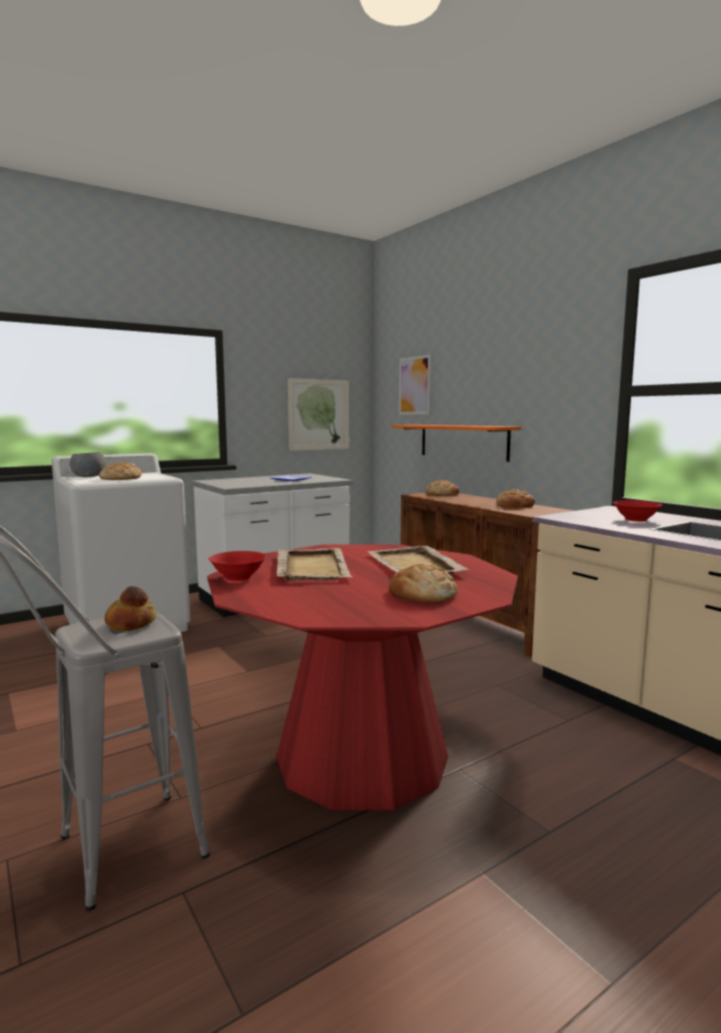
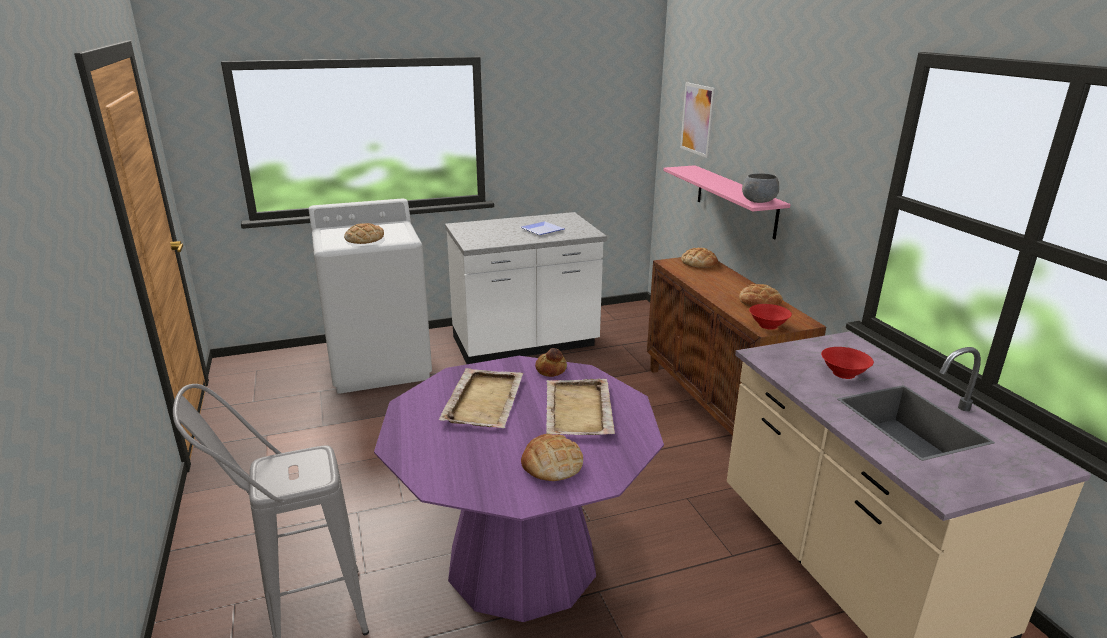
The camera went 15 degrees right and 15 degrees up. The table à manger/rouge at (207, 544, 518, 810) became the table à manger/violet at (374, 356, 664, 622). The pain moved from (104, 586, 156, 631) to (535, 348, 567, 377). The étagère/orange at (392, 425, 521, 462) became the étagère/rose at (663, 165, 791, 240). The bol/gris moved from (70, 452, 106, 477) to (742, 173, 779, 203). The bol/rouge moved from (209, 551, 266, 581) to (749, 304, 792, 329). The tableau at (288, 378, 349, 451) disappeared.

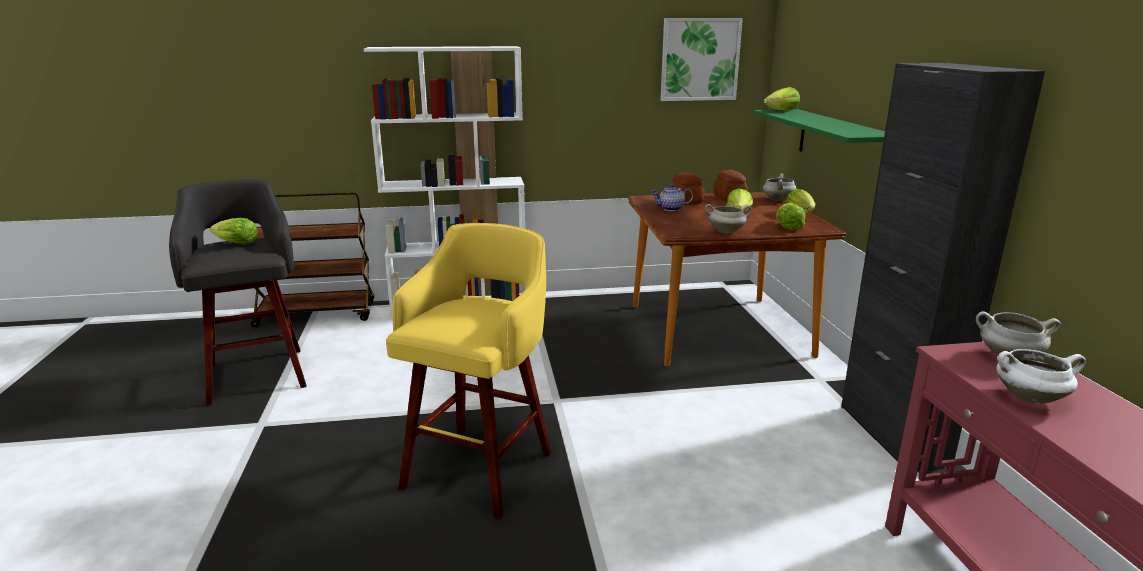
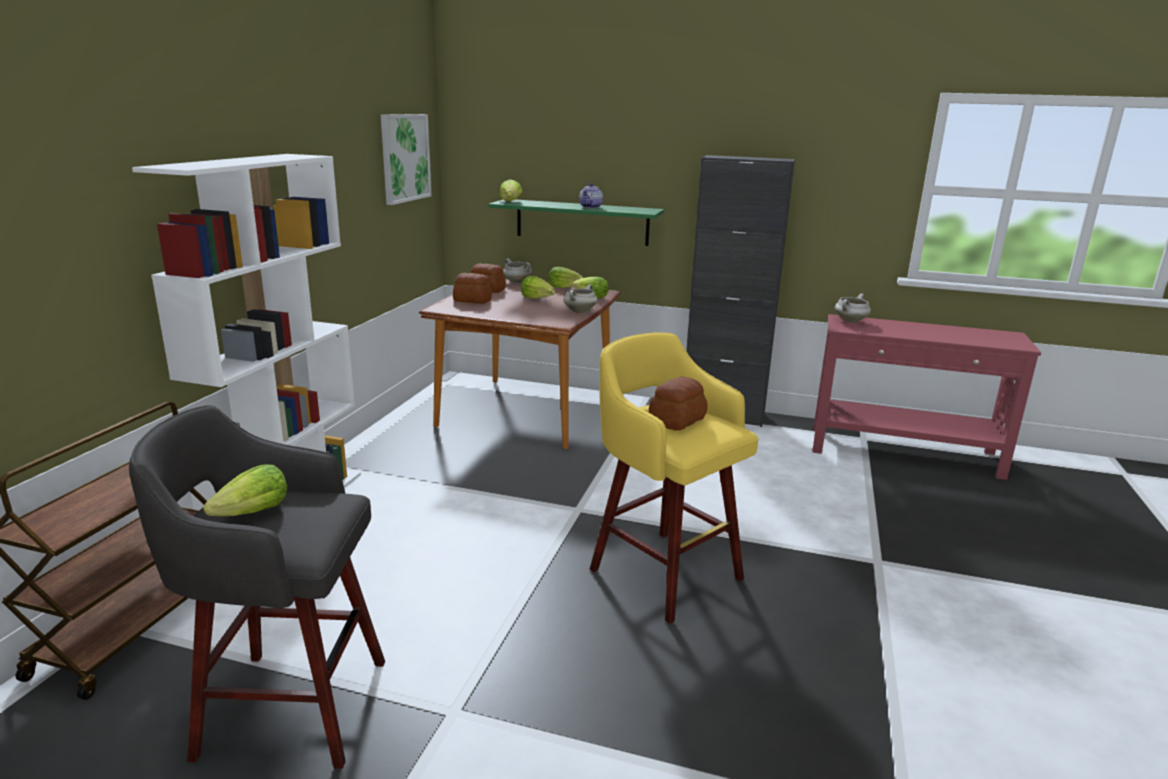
The camera went 65 degrees left and 0 degrees up. The théière moved from (651, 184, 693, 211) to (579, 183, 603, 209). The pain at (649, 377, 708, 431) appeared. The marmite/blanc at (997, 349, 1086, 404) disappeared.

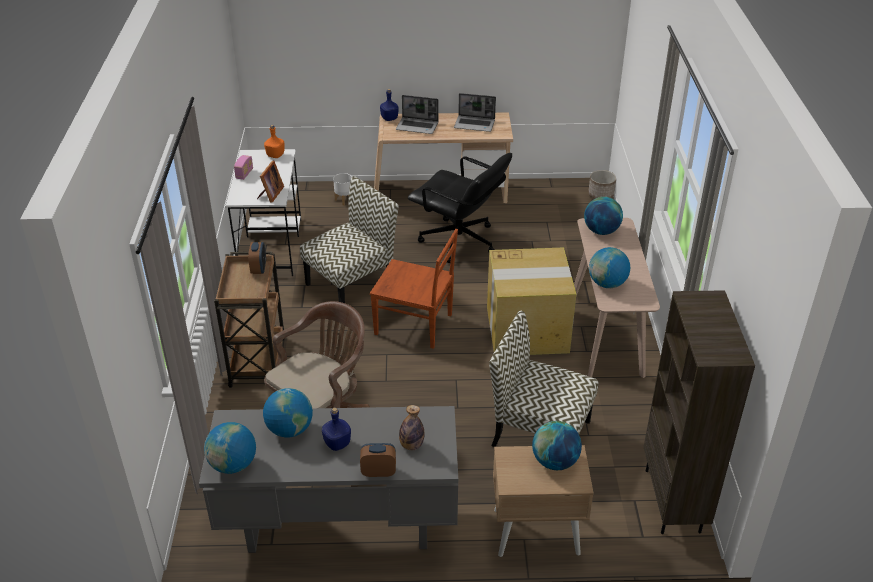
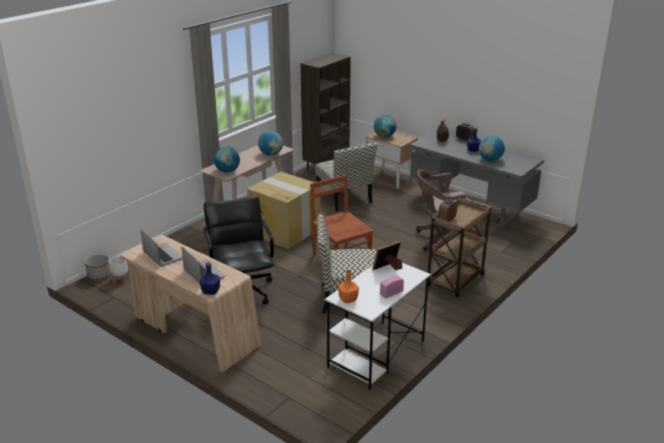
The camera went 140 degrees left and 10 degrees down. The cache-pot/blanc moved from (333, 173, 352, 205) to (109, 256, 129, 284). The globe at (204, 422, 256, 474) disappeared.

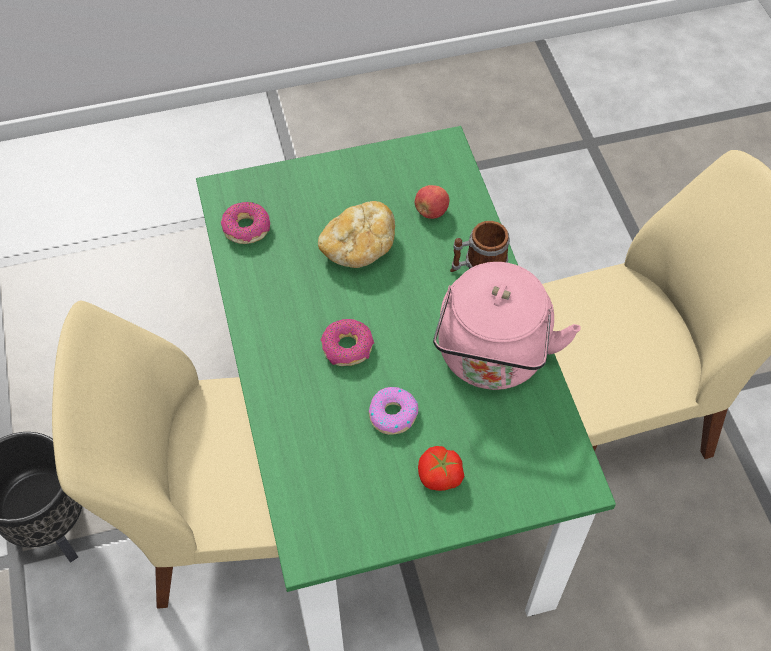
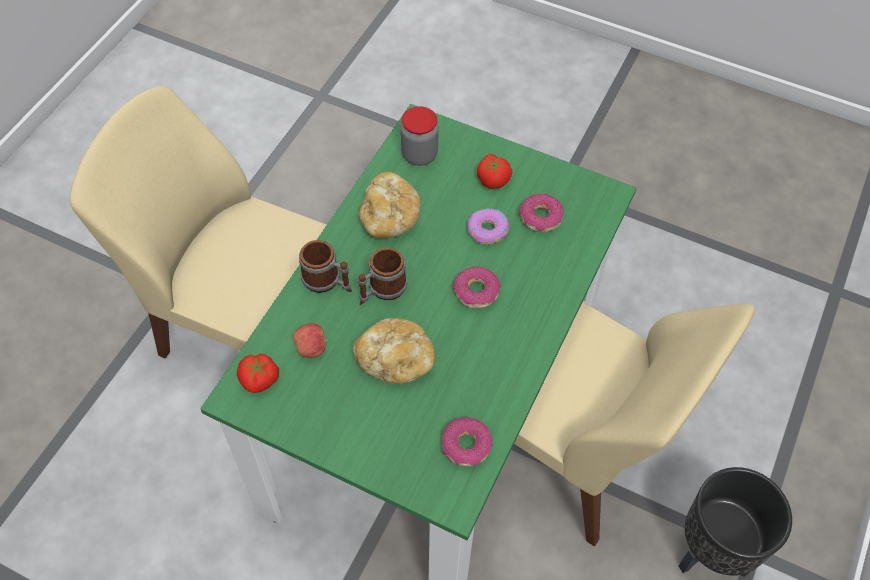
The camera went 140 degrees left and 0 degrees up. The tomate at (237, 354, 279, 393) appeared. The mug at (358, 247, 408, 305) appeared. The bouilloire/rose at (433, 262, 581, 390) was replaced by the pain at (359, 172, 421, 238). The bocal at (401, 106, 439, 166) appeared. The beignet at (519, 194, 564, 232) appeared.

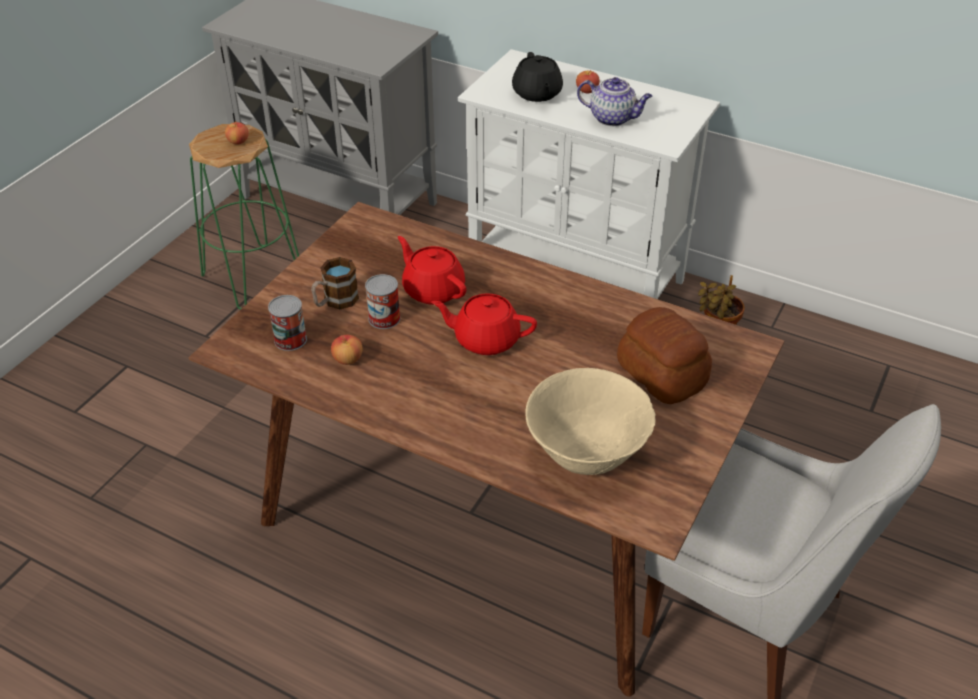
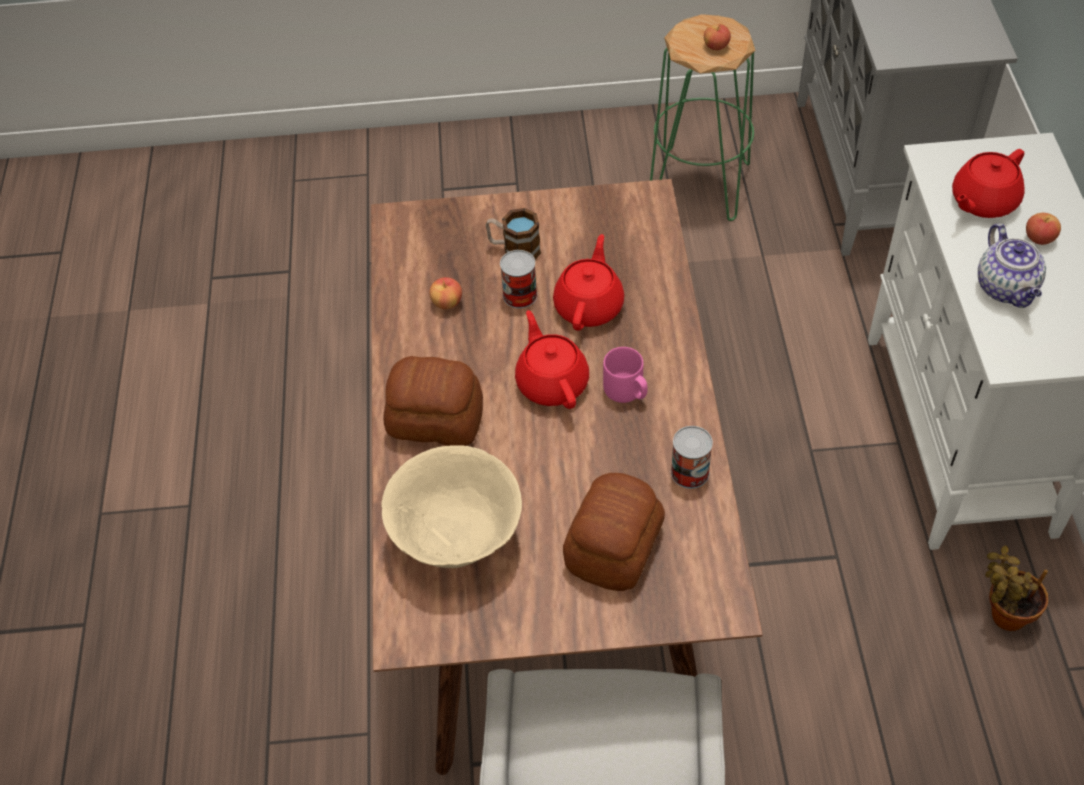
The camera went 60 degrees right and 10 degrees up. The pain at (384, 356, 483, 446) appeared. The mug/rose at (603, 347, 648, 403) appeared. The boîte métallique moved from (268, 295, 307, 351) to (671, 426, 713, 489). The théière/noir at (512, 52, 563, 102) became the théière/rouge at (952, 149, 1025, 218).

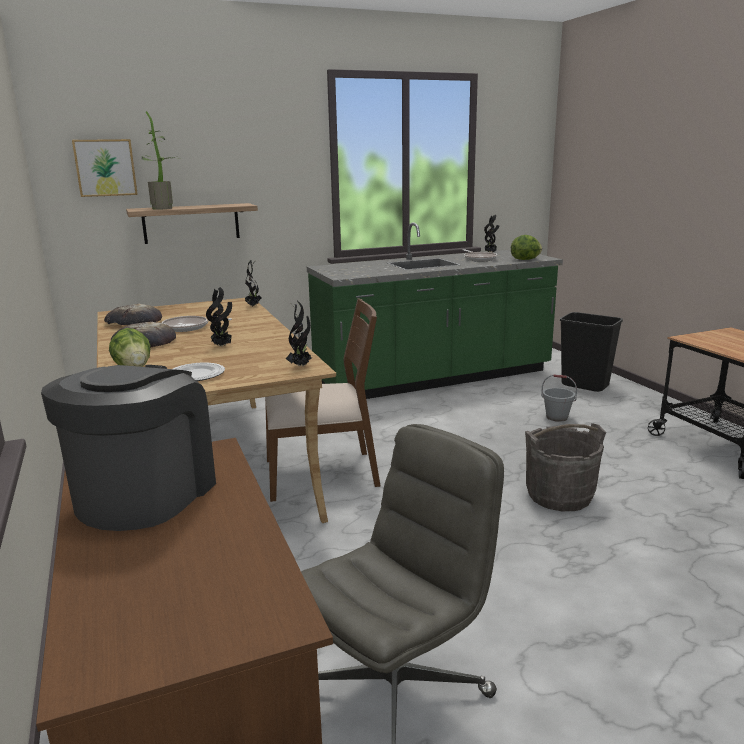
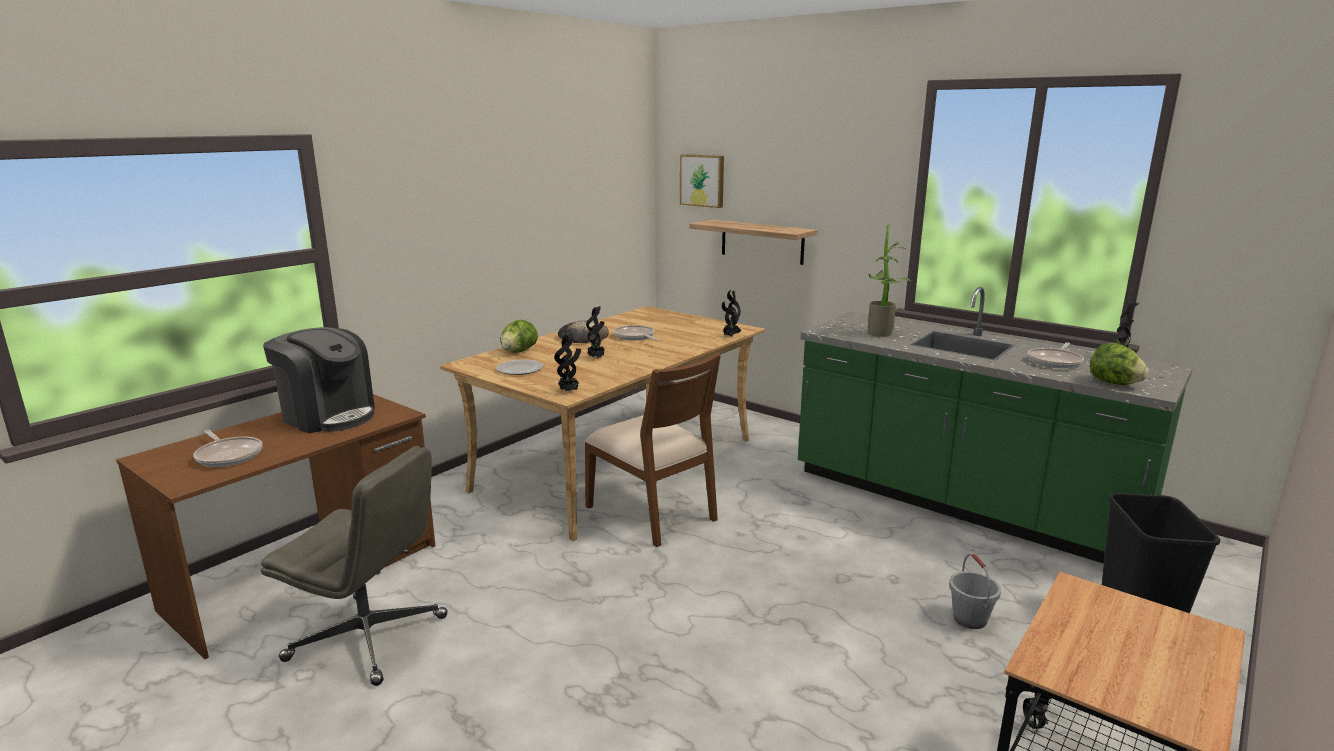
The camera went 60 degrees right and 0 degrees up. The poêle at (193, 430, 263, 467) appeared. The machine à café at (41, 365, 216, 531) turned 45 degrees clockwise. The plante en pot moved from (142, 111, 181, 210) to (868, 225, 914, 337). The pain at (104, 303, 162, 325) disappeared. The seau/gris at (525, 423, 606, 511) disappeared.

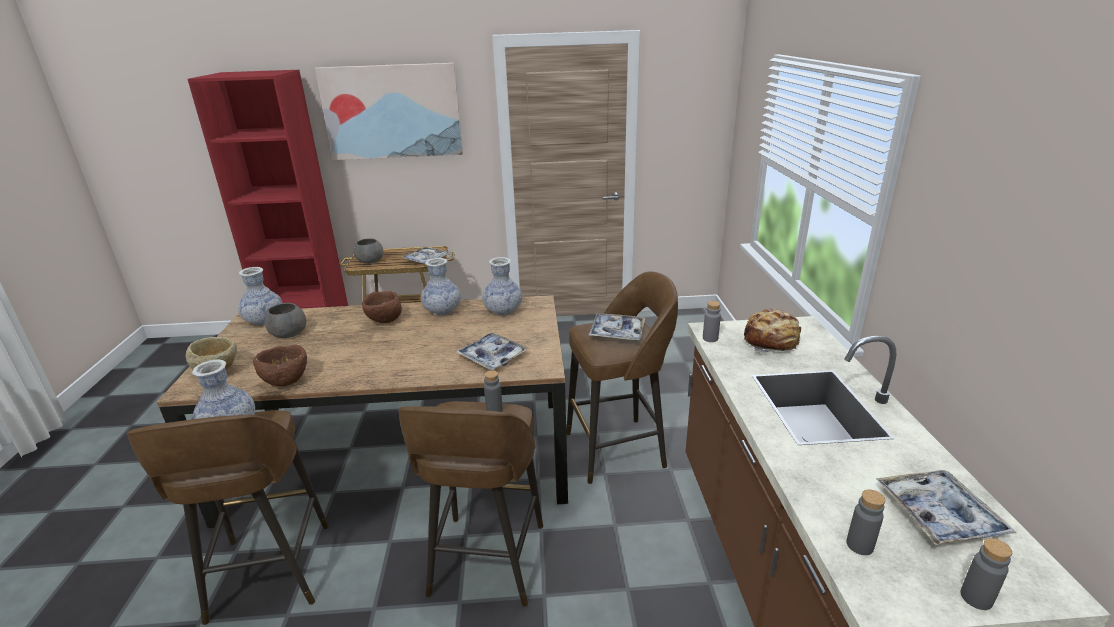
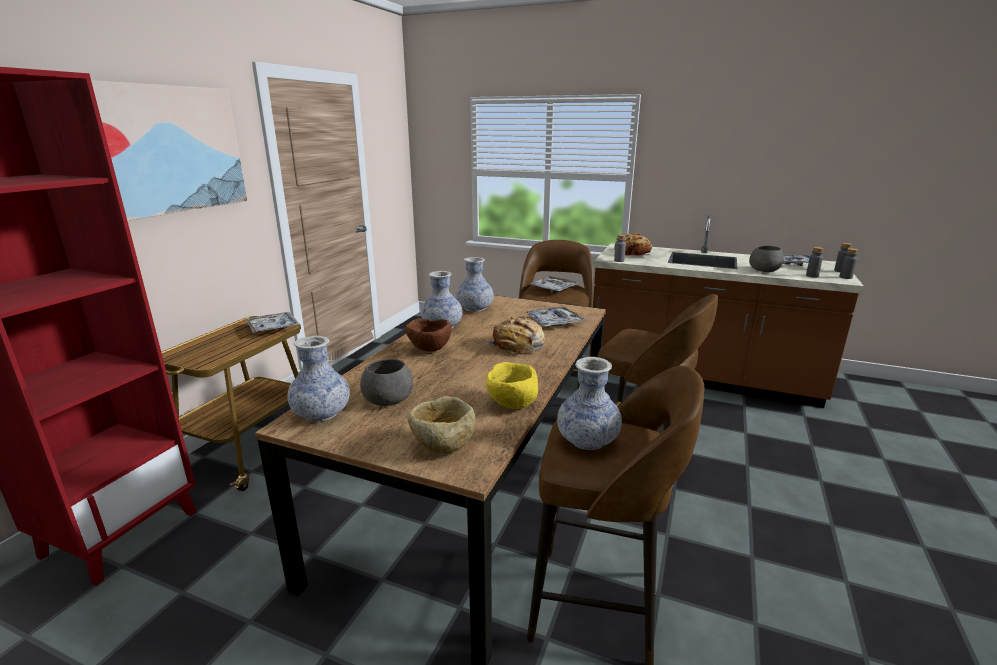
The camera went 65 degrees left and 5 degrees down. The pain at (485, 316, 545, 354) appeared. The bol/marron at (253, 344, 307, 386) became the bol/jaune at (486, 362, 538, 409). The bol/gris moved from (354, 238, 383, 264) to (749, 246, 784, 272). The bouteille/gris moved from (484, 370, 503, 412) to (839, 248, 858, 279).

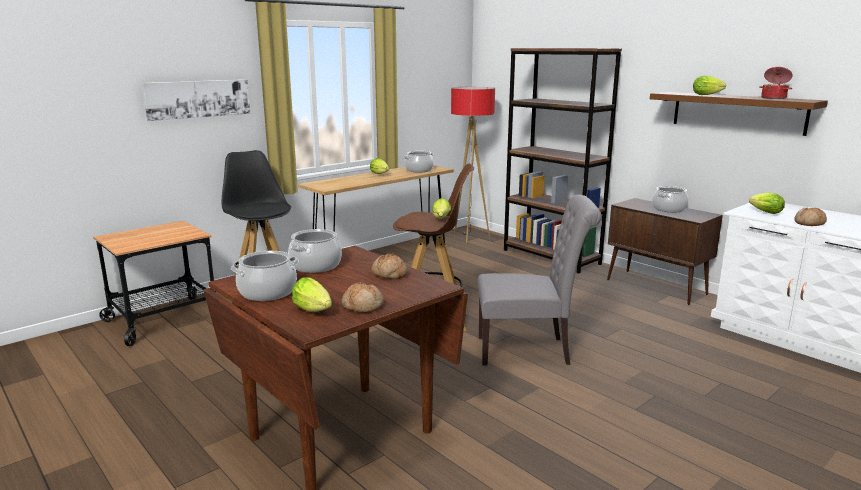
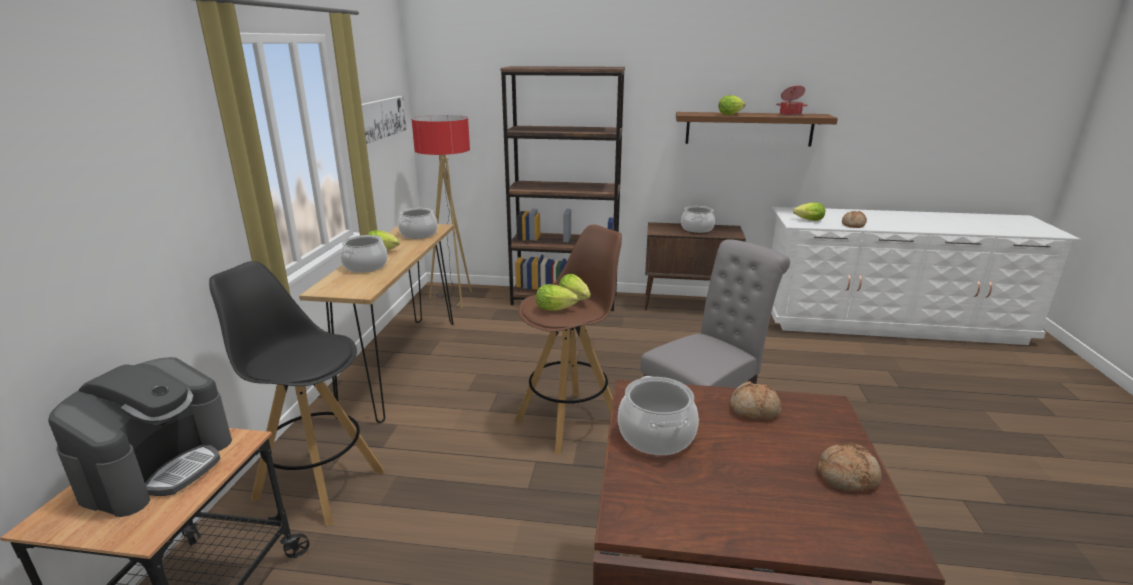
The camera went 40 degrees left and 5 degrees up. The machine à café at (48, 357, 232, 517) appeared. The marmite moved from (231, 251, 299, 301) to (340, 235, 388, 273). The tableau moved from (142, 79, 250, 121) to (361, 96, 407, 144). The laitue moved from (292, 277, 332, 312) to (536, 284, 578, 311).

